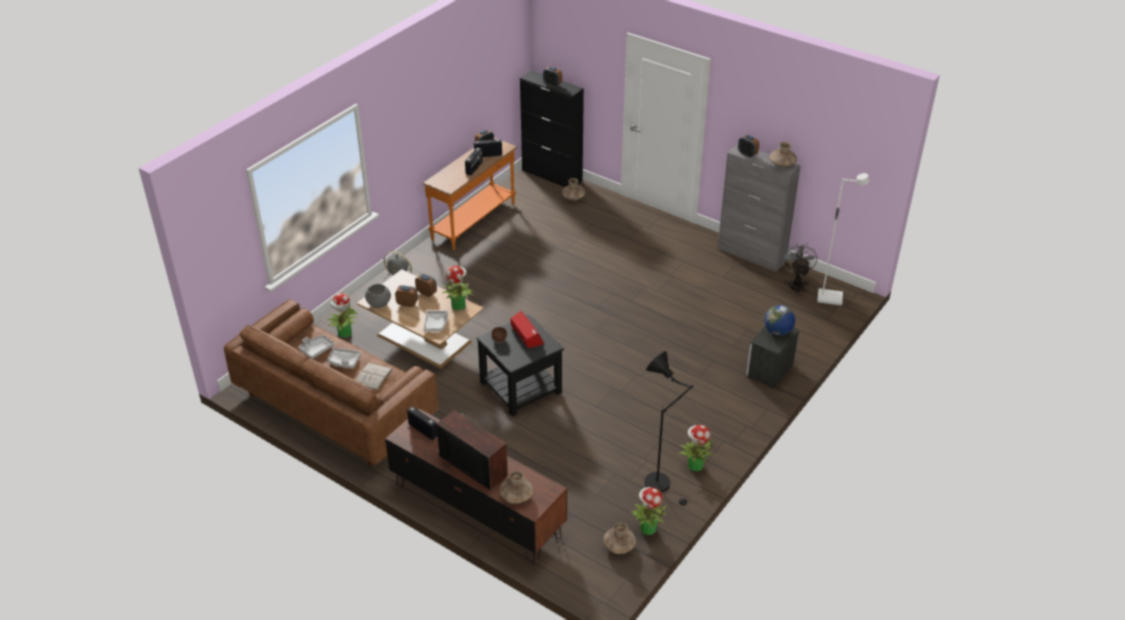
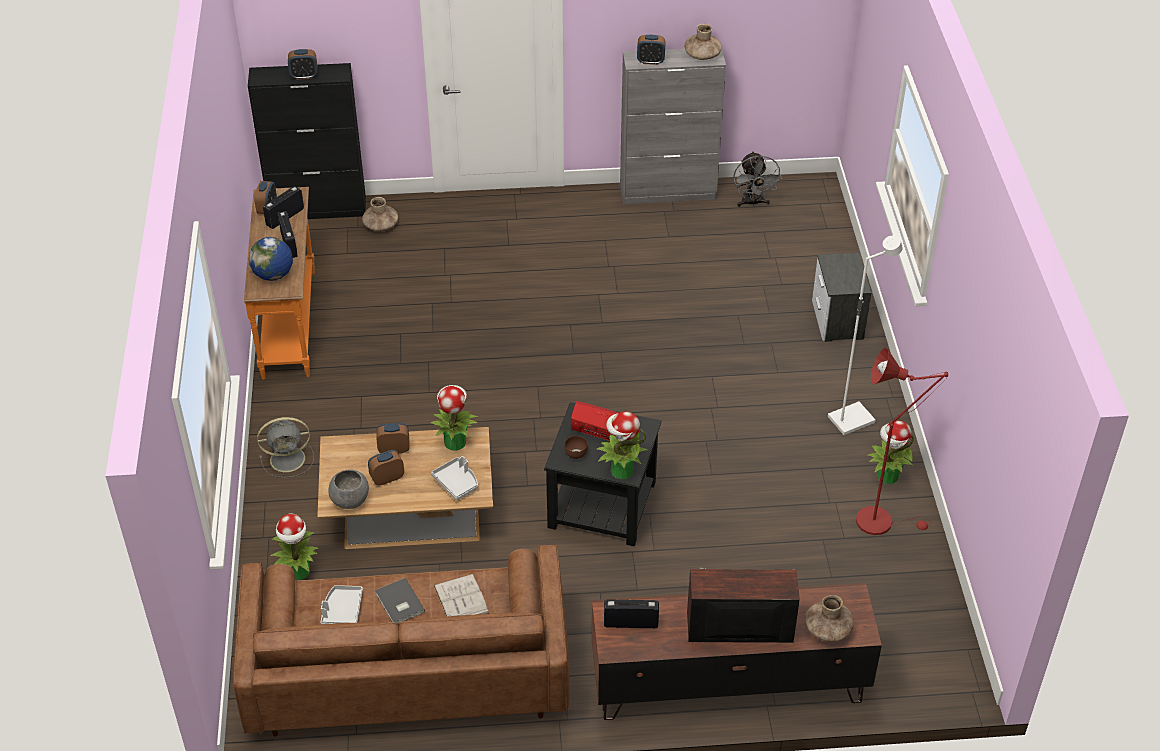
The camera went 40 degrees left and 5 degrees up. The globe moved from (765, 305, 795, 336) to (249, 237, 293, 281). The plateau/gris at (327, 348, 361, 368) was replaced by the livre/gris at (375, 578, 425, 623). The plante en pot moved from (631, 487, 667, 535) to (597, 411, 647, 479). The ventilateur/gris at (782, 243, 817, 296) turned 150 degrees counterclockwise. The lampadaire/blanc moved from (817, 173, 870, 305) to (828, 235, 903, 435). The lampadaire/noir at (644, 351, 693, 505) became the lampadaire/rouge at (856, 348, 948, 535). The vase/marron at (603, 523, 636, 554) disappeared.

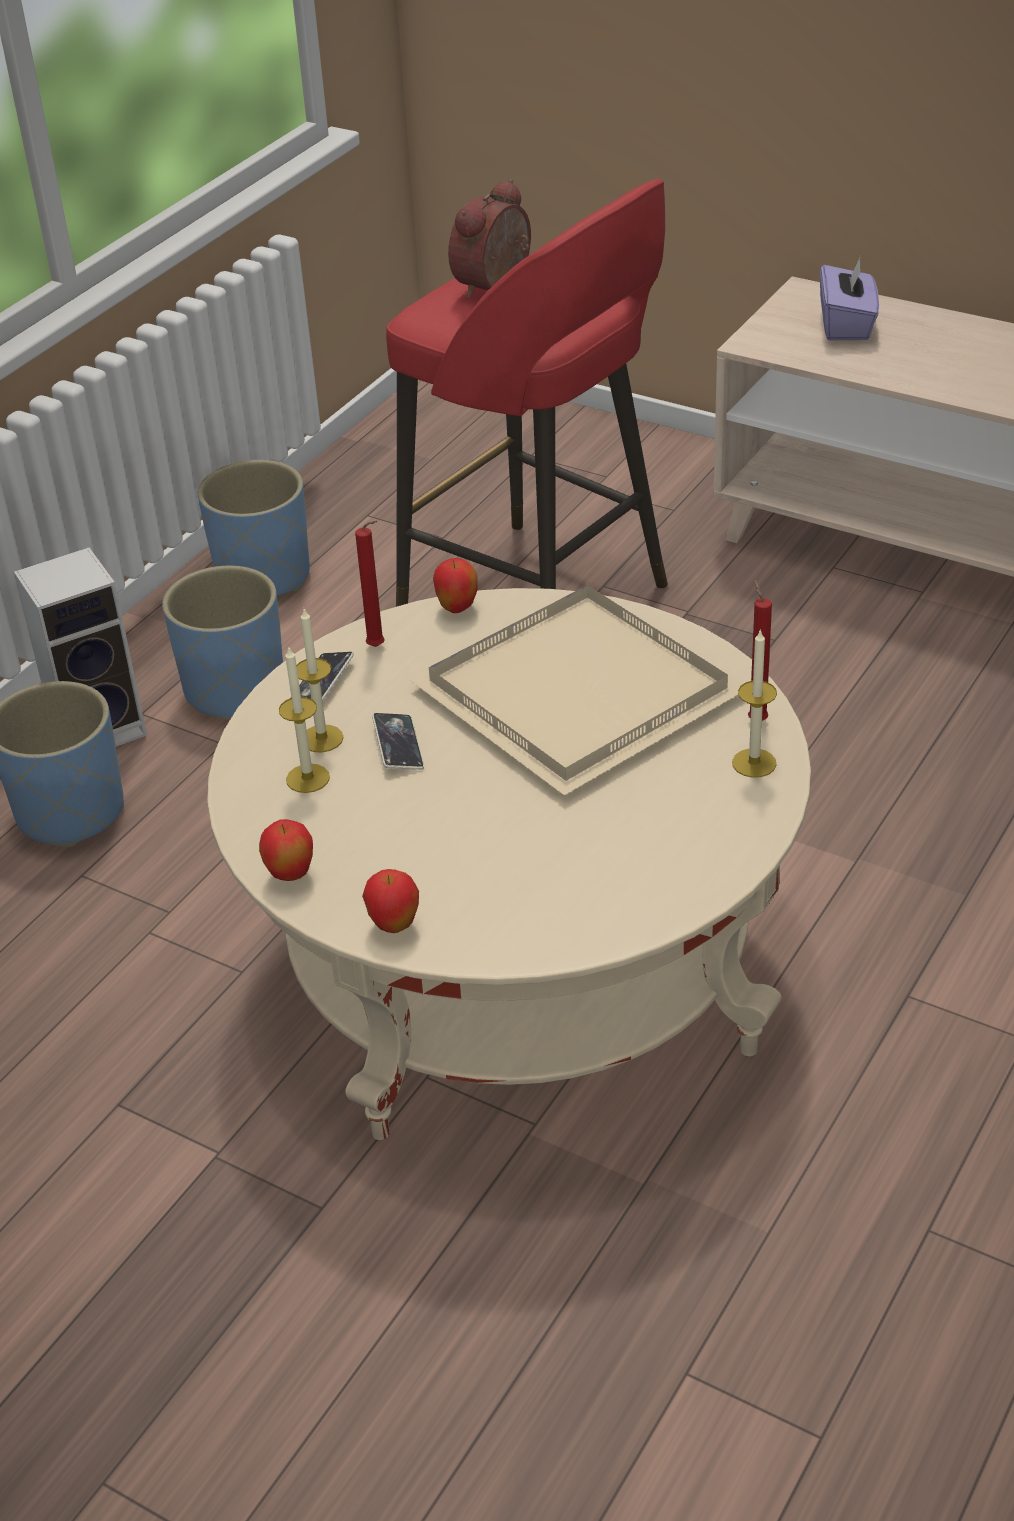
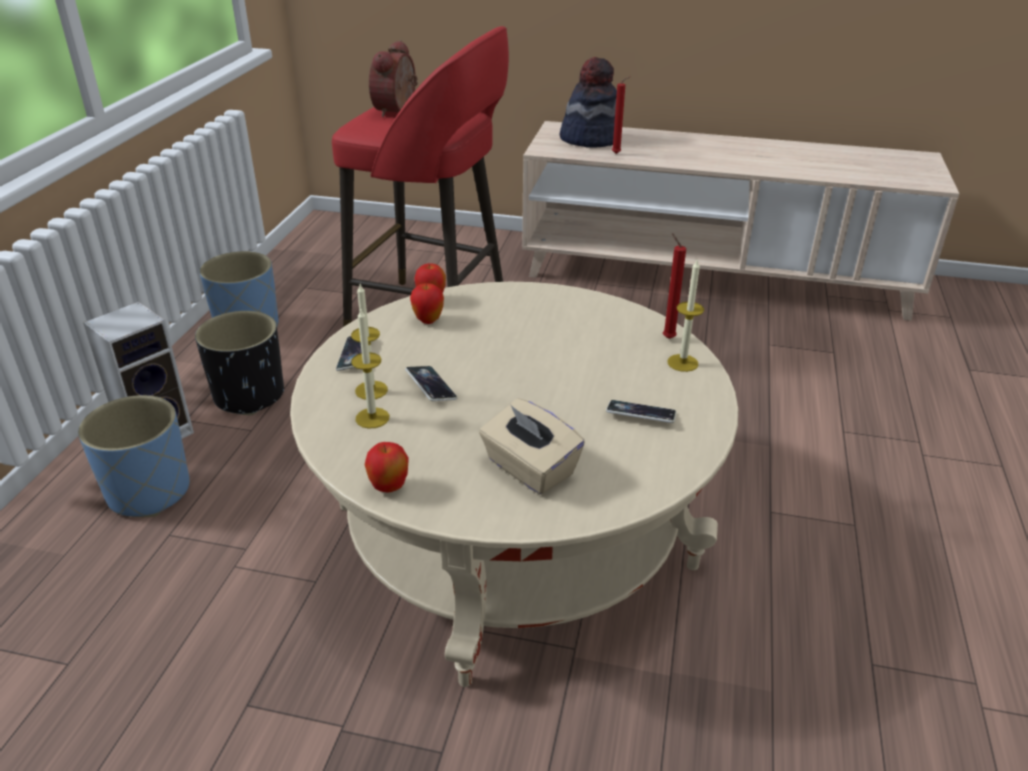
The camera went 20 degrees left and 5 degrees down. The cache-pot/bleu at (162, 566, 283, 720) became the cache-pot/noir at (195, 311, 284, 415). The pomme moved from (362, 869, 419, 933) to (410, 283, 444, 324). The boîte à mouchoirs/beige at (479, 398, 585, 494) appeared. The boîte à mouchoirs/violet at (820, 258, 879, 340) was replaced by the chapeau at (560, 57, 617, 148). The téléphone at (606, 400, 676, 423) appeared. The bougie/rouge moved from (355, 520, 385, 647) to (612, 76, 630, 154). The plateau/beige at (410, 585, 742, 795) disappeared.

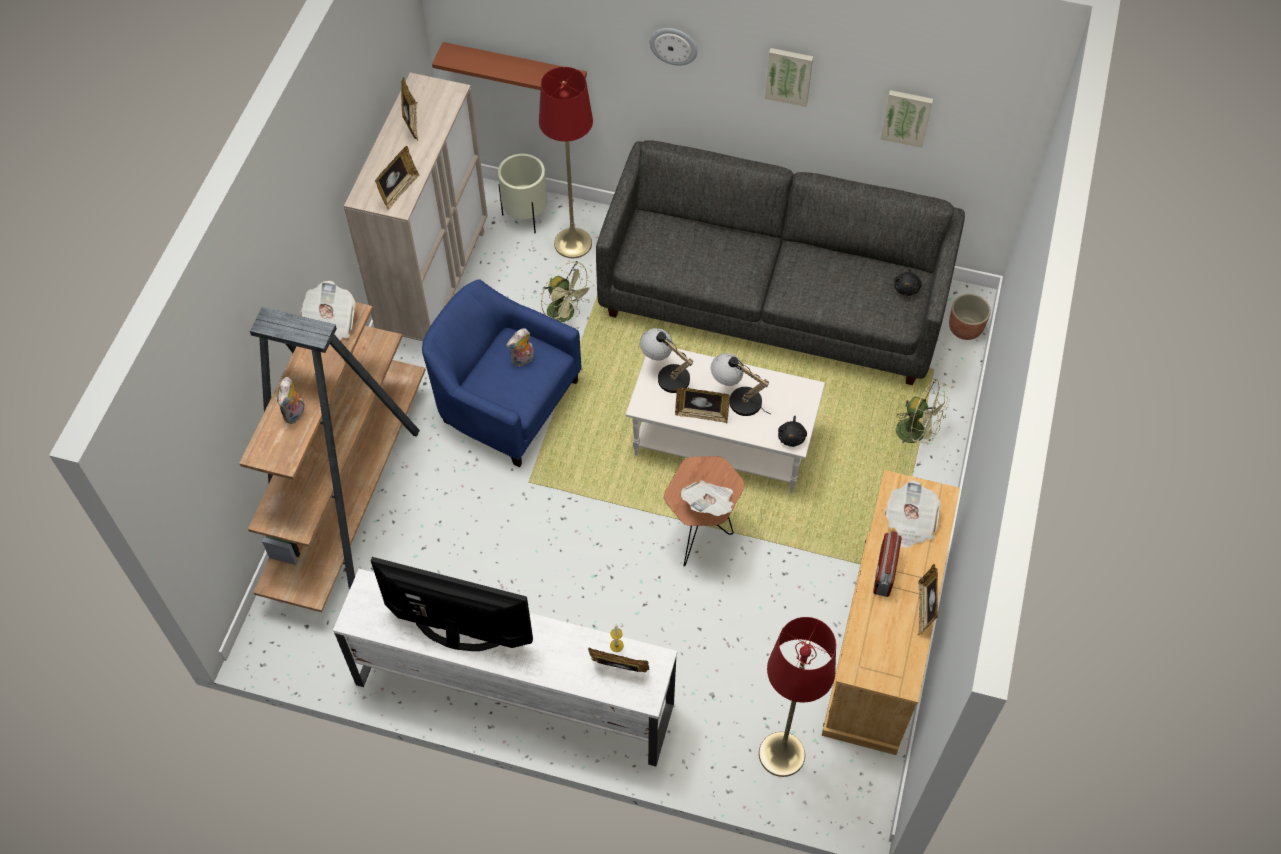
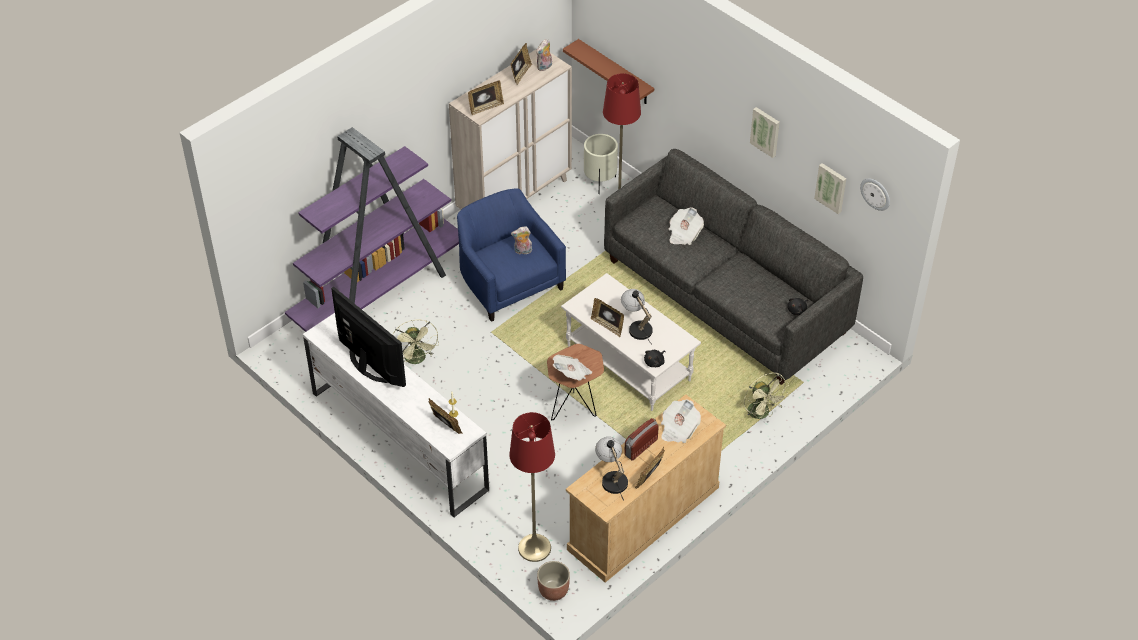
The camera went 30 degrees right and 10 degrees down. The bibliothèque/marron at (239, 302, 426, 612) became the bibliothèque/violet at (285, 127, 459, 332). The ventilateur/vert moved from (541, 261, 595, 323) to (392, 320, 439, 364). The peluche moved from (277, 377, 305, 424) to (536, 39, 552, 71). The cache-pot moved from (949, 294, 991, 340) to (537, 561, 570, 601). The lampe de table moved from (640, 328, 694, 393) to (595, 437, 628, 501). The journal moved from (300, 281, 356, 341) to (669, 207, 704, 245). The horloge murale moved from (650, 28, 697, 66) to (860, 178, 890, 211).

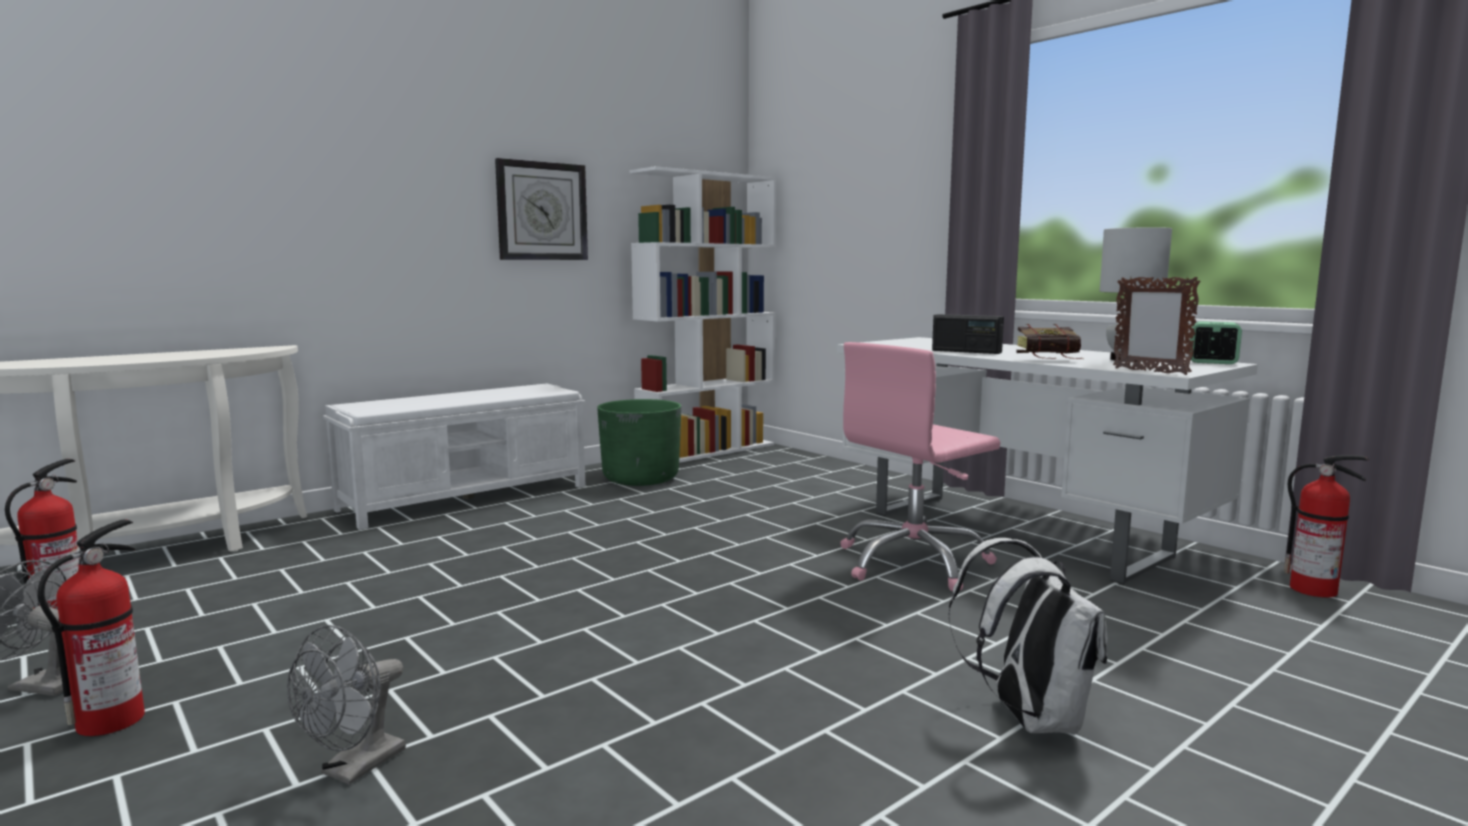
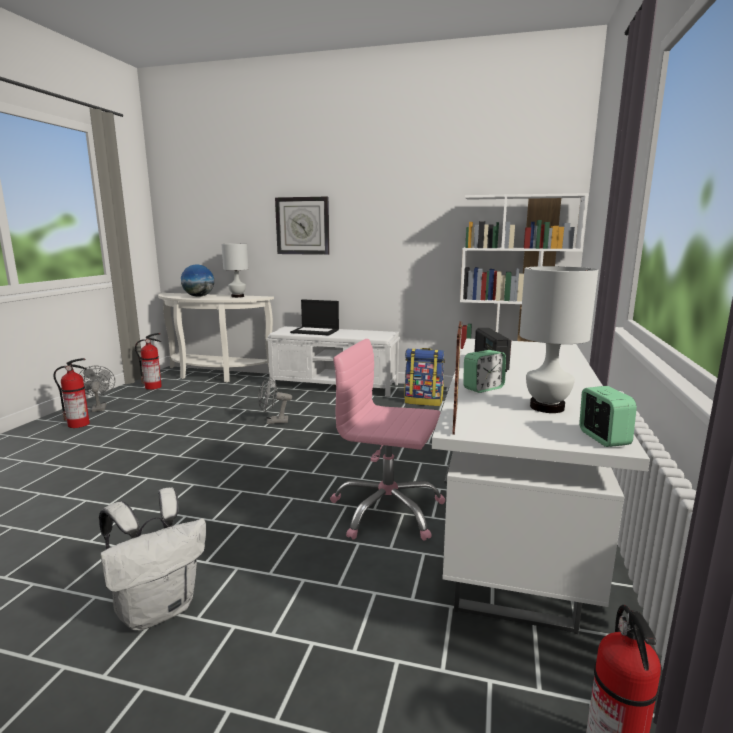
The camera went 55 degrees right and 5 degrees up. The globe at (181, 264, 214, 297) appeared. The lampe de table/blanc at (221, 244, 248, 298) appeared. The ventilateur/gris moved from (287, 625, 406, 784) to (258, 377, 292, 424). The horloge murale moved from (495, 158, 588, 260) to (275, 197, 330, 255). The ordinateur portable at (290, 299, 339, 336) appeared. The cache-pot/vert at (597, 399, 681, 486) was replaced by the sac à dos at (405, 348, 445, 406). The livre at (1016, 324, 1083, 359) was replaced by the réveil at (463, 350, 506, 393).

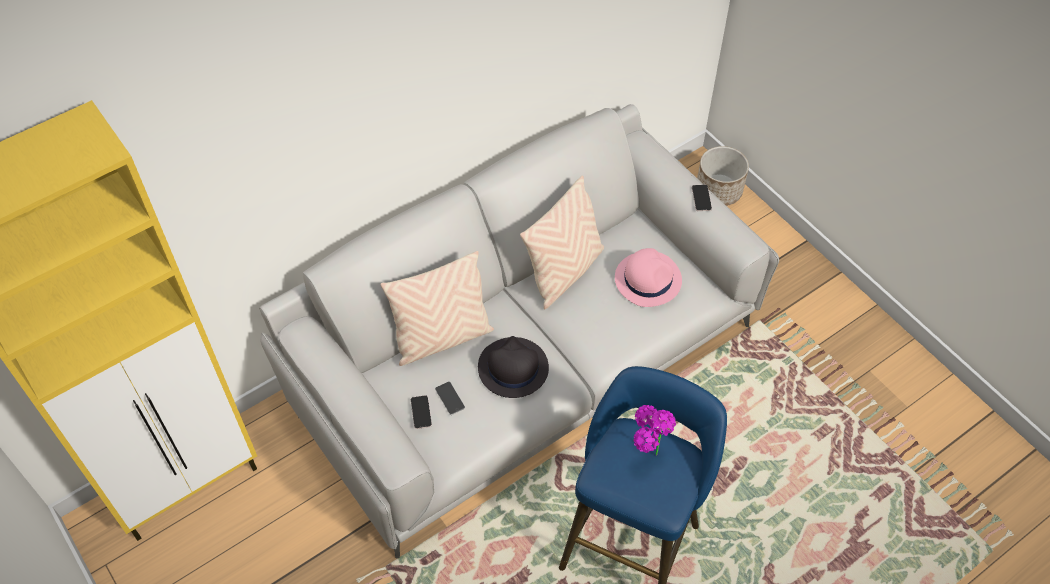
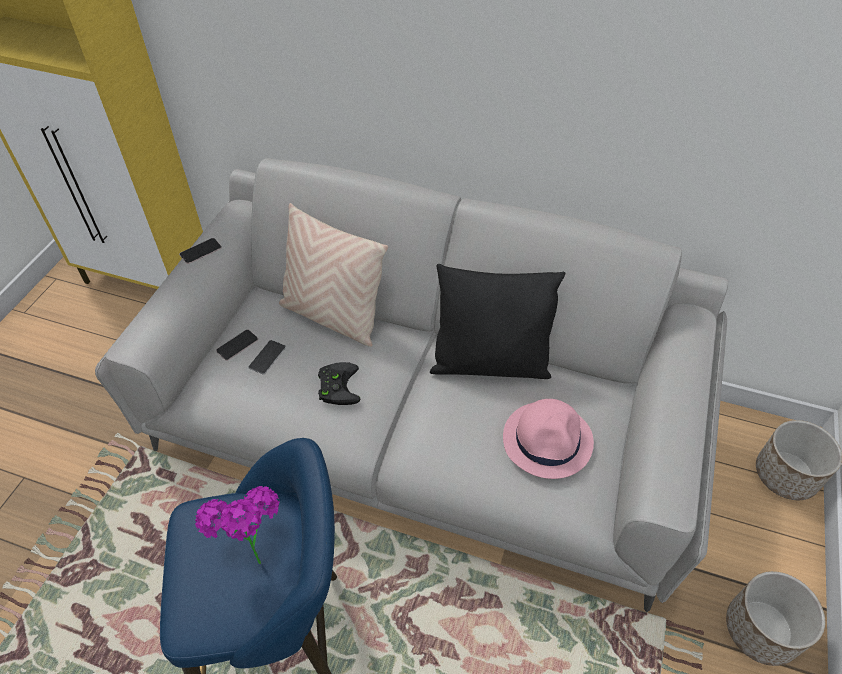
The camera went 55 degrees right and 5 degrees down. The téléphone moved from (692, 185, 712, 211) to (179, 238, 222, 264). The chapeau/noir at (478, 336, 549, 398) was replaced by the manette/noir at (318, 362, 361, 405). The coussin/beige at (520, 176, 604, 310) became the coussin/noir at (430, 264, 565, 379). The cache-pot at (726, 571, 825, 666) appeared.

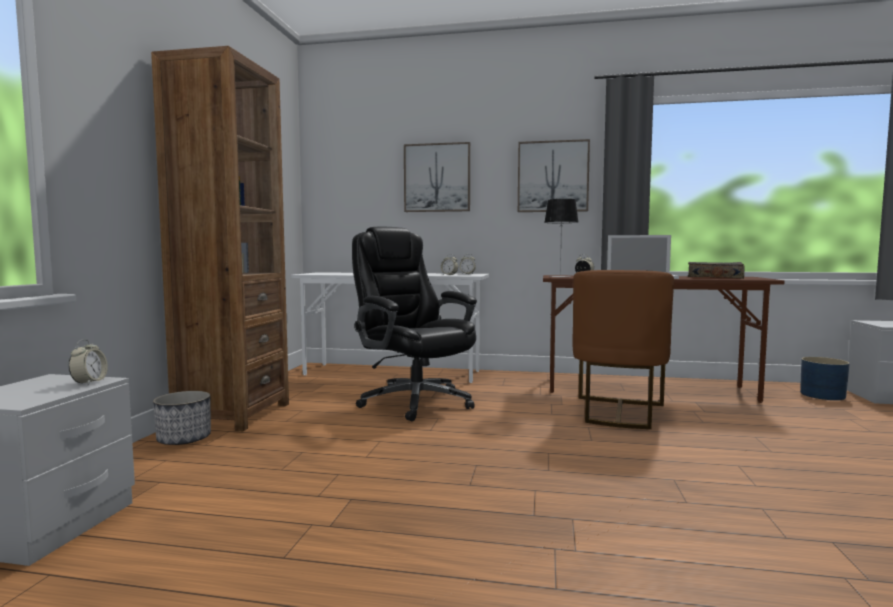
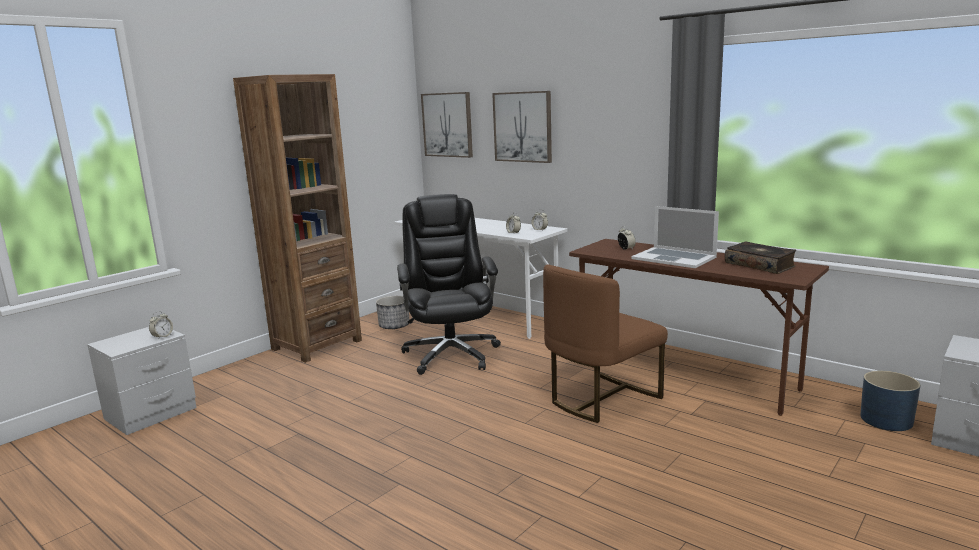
The camera went 30 degrees right and 10 degrees up. The cache-pot moved from (153, 391, 211, 445) to (376, 296, 409, 329). The tableau moved from (518, 139, 590, 212) to (421, 92, 473, 158). The lampe de table at (544, 199, 578, 278) disappeared.

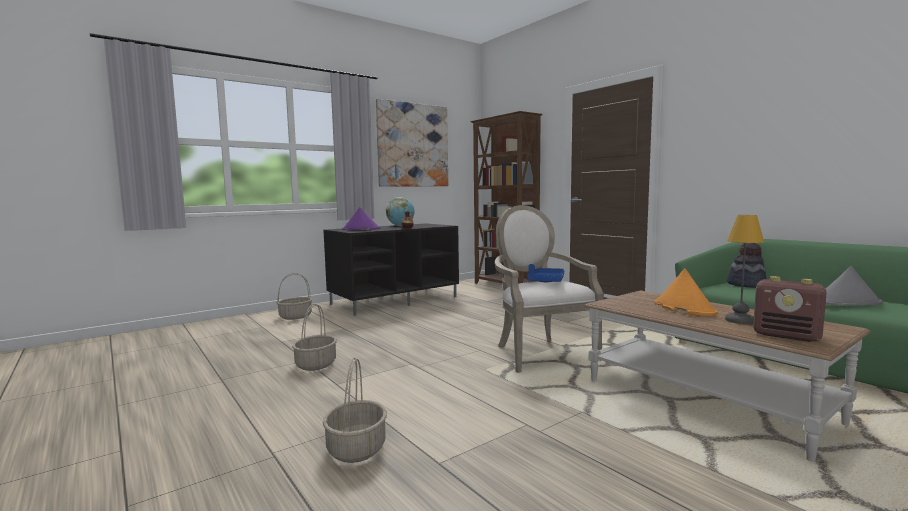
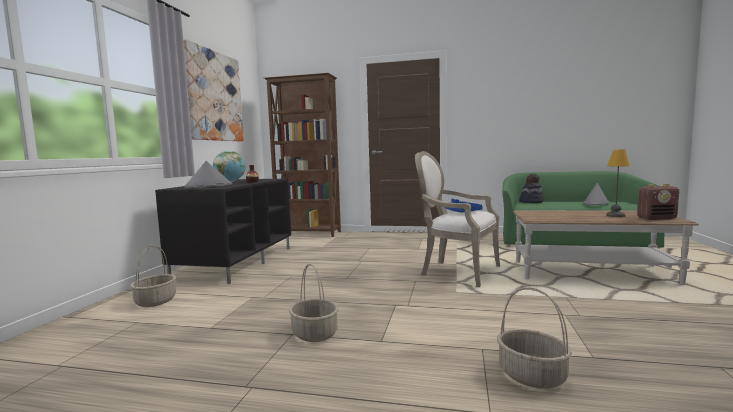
The camera went 40 degrees left and 0 degrees up. The chapeau/violet at (342, 207, 381, 230) became the chapeau/gris at (184, 161, 233, 188). The chapeau/orange at (654, 268, 718, 316) disappeared.

